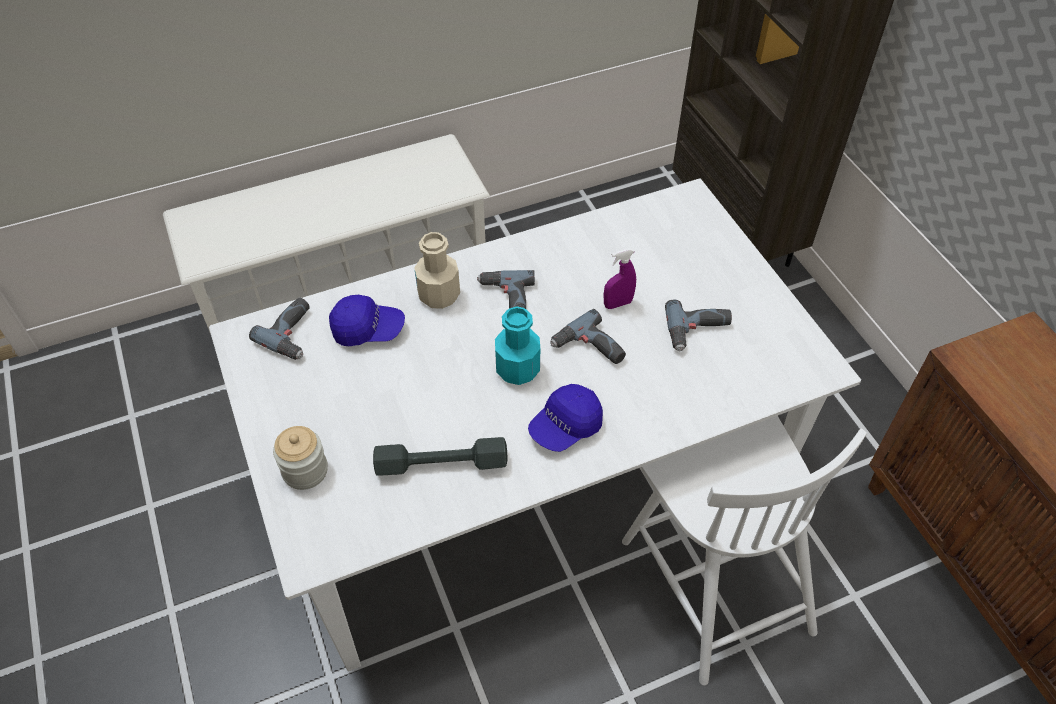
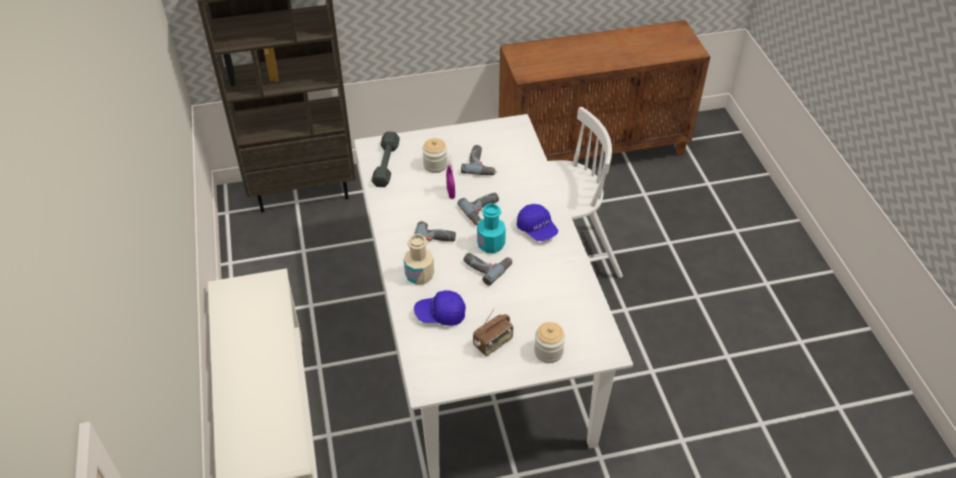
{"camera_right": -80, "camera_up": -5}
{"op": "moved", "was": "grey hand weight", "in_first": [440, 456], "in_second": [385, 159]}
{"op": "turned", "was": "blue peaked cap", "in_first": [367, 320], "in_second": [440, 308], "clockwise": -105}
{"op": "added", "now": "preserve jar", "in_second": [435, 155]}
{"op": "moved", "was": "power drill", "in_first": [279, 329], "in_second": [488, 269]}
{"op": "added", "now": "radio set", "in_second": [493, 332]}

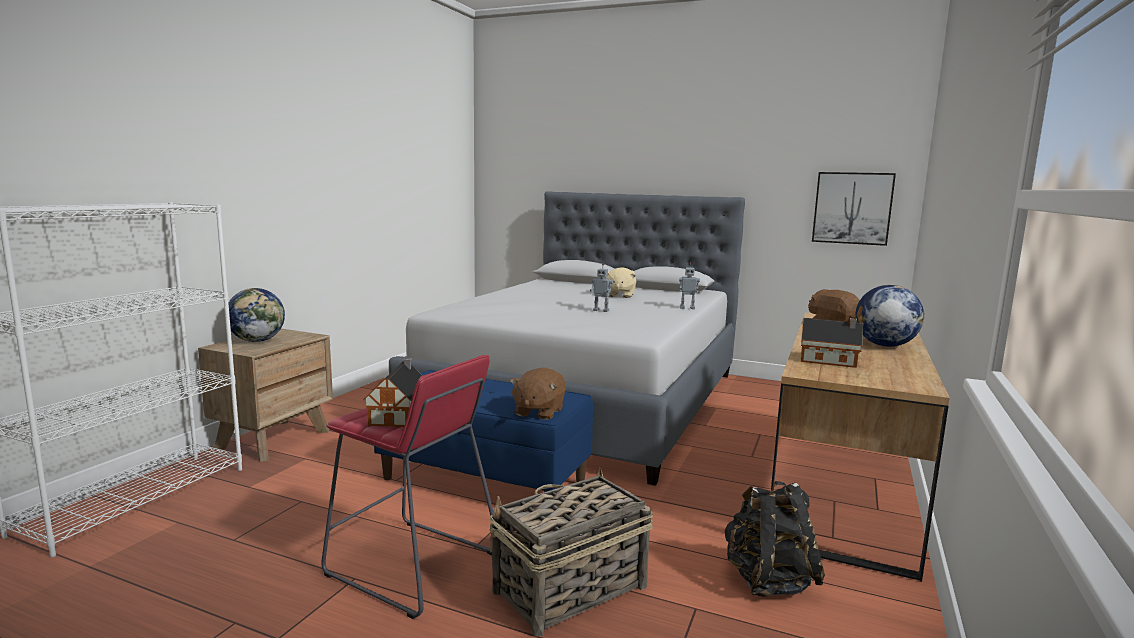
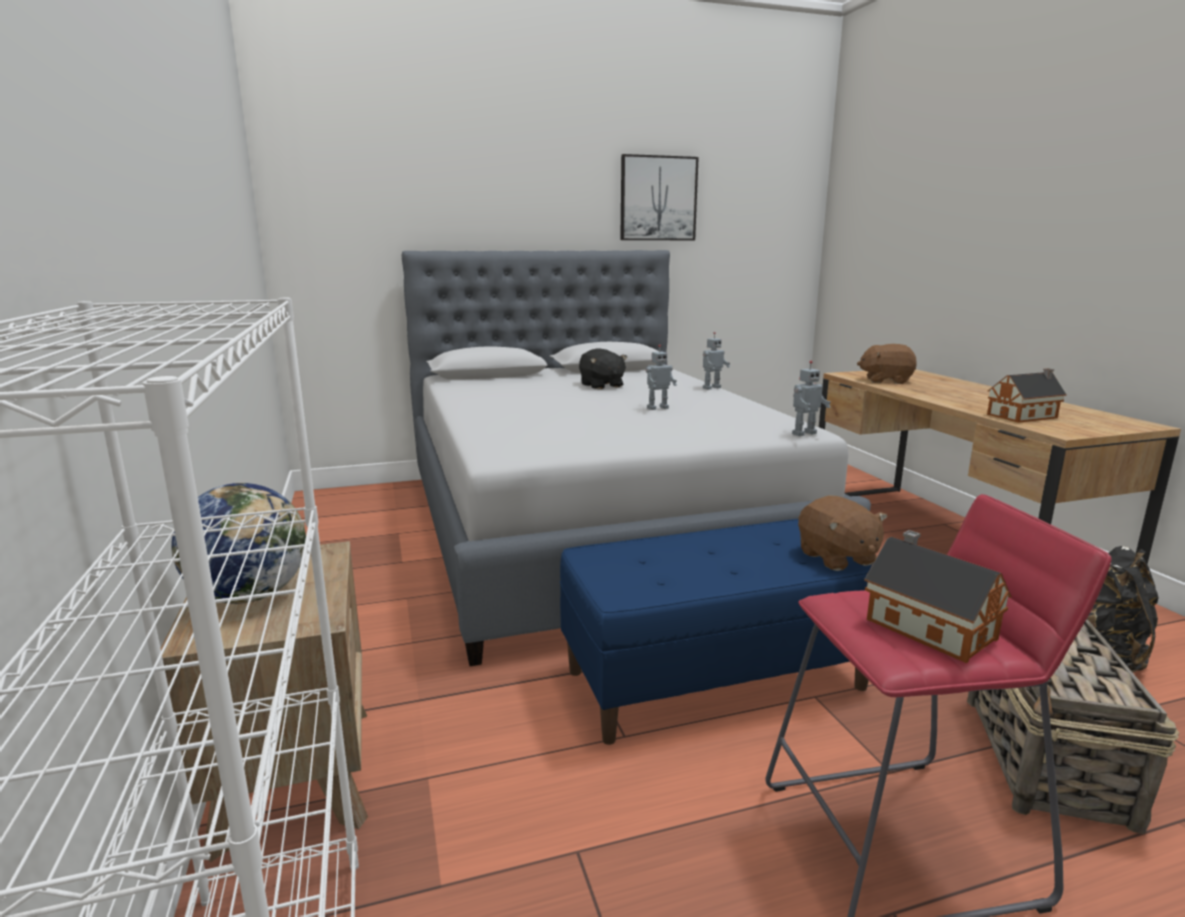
{"camera_right": -40, "camera_up": 5}
{"op": "recoloured", "was": "beige-coloured soft toy", "now": "black soft toy", "in_first": [621, 282], "in_second": [603, 368]}
{"op": "moved", "was": "picture", "in_first": [854, 209], "in_second": [659, 197]}
{"op": "added", "now": "model robot", "in_second": [811, 398]}
{"op": "removed", "was": "globe", "in_first": [890, 316]}

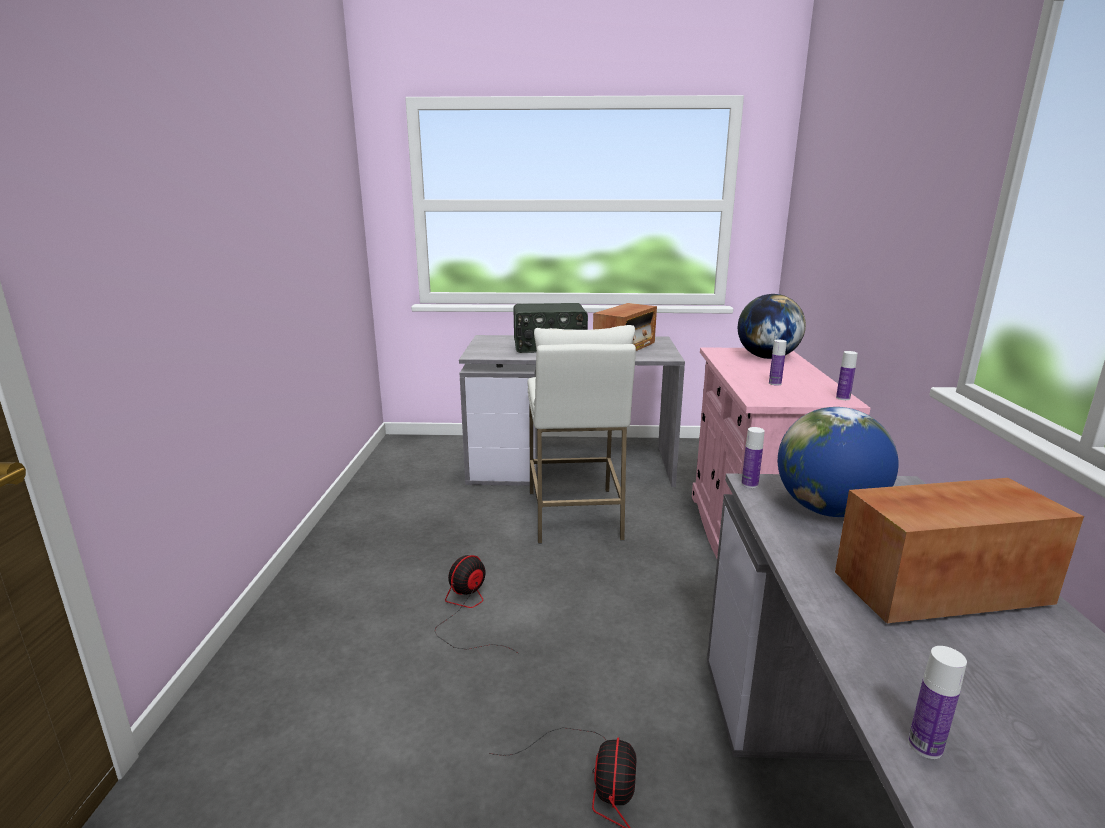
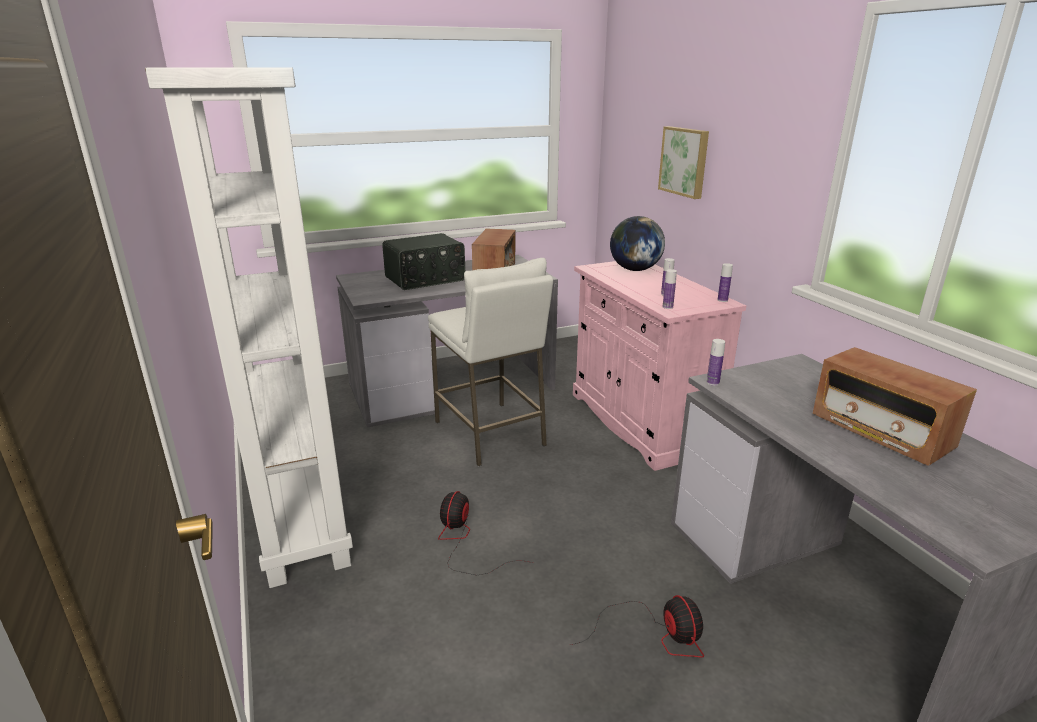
{"camera_right": -25, "camera_up": 5}
{"op": "added", "now": "white shelving unit", "in_second": [249, 327]}
{"op": "added", "now": "picture", "in_second": [683, 162]}
{"op": "moved", "was": "beverage bottle", "in_first": [937, 702], "in_second": [670, 289]}
{"op": "turned", "was": "radio set", "in_first": [959, 550], "in_second": [895, 406], "clockwise": -90}
{"op": "removed", "was": "globe", "in_first": [838, 462]}

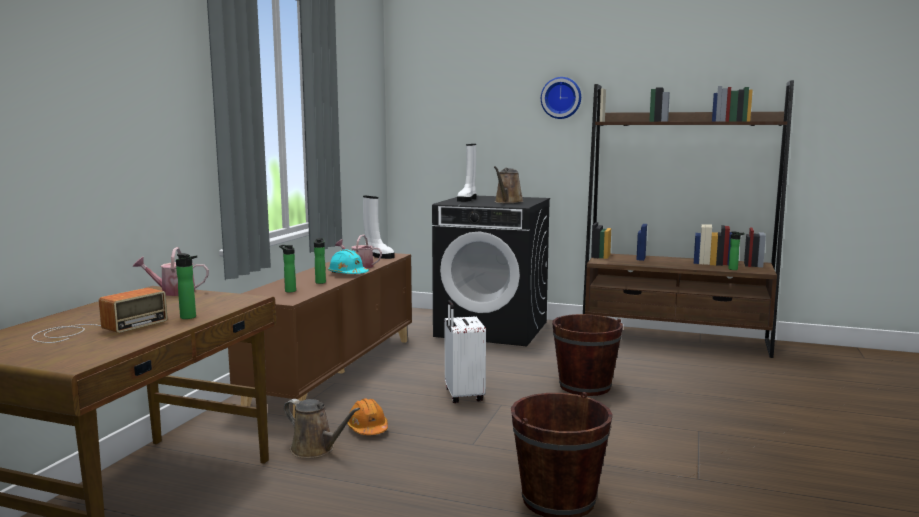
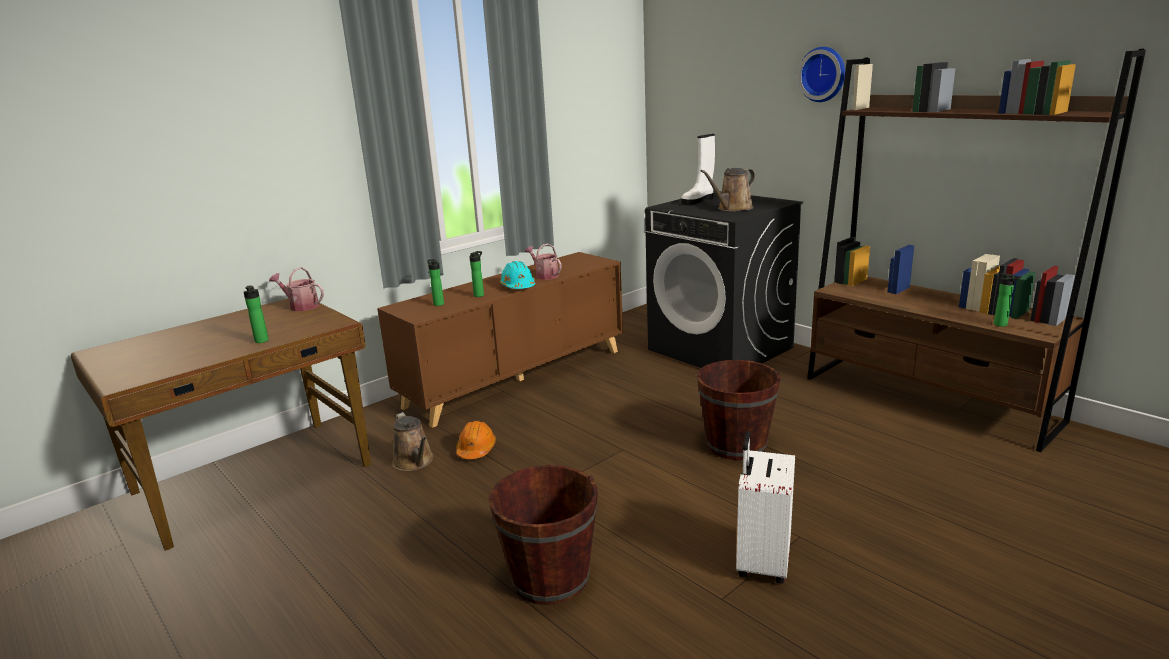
{"camera_right": 30, "camera_up": 10}
{"op": "moved", "was": "white travel case", "in_first": [465, 351], "in_second": [765, 507]}
{"op": "removed", "was": "radio set", "in_first": [99, 315]}
{"op": "removed", "was": "white boot", "in_first": [379, 227]}

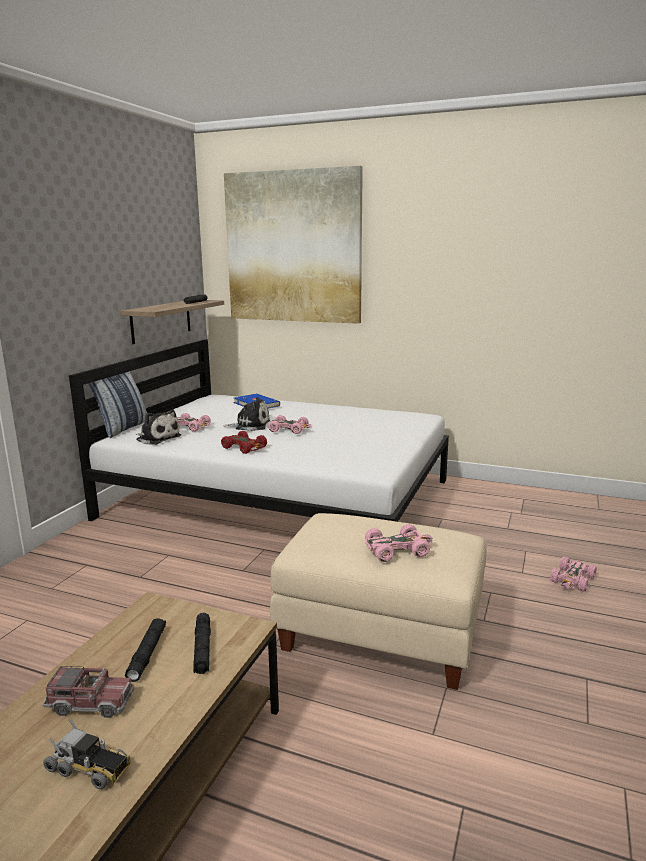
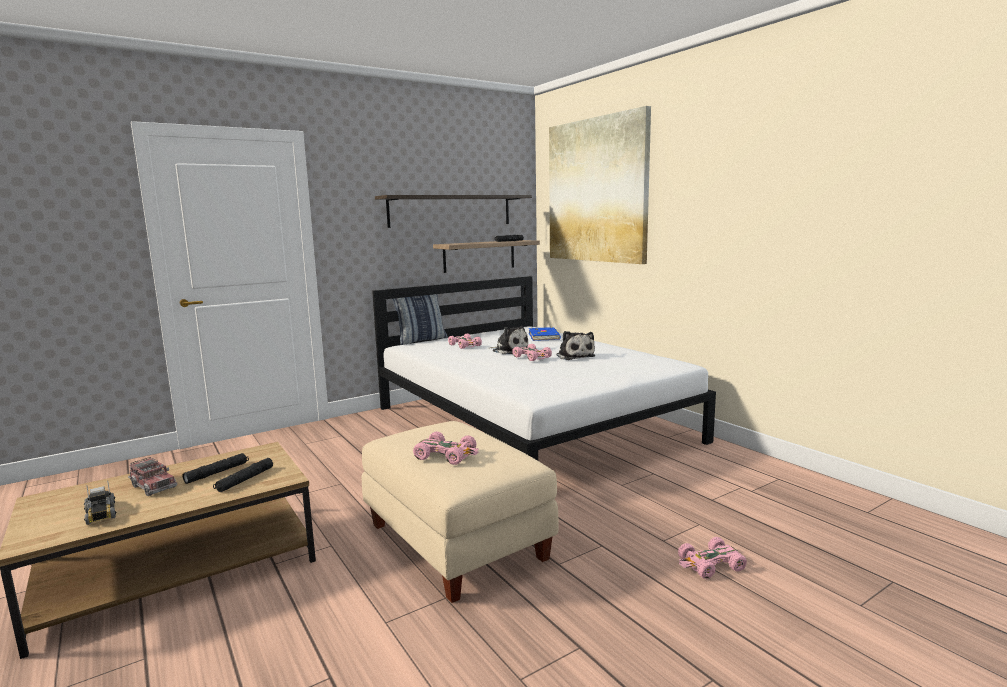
{"camera_right": 35, "camera_up": -5}
{"op": "added", "now": "wall shelf", "in_second": [453, 211]}
{"op": "moved", "was": "soft toy", "in_first": [158, 427], "in_second": [575, 345]}
{"op": "removed", "was": "red model car", "in_first": [244, 442]}

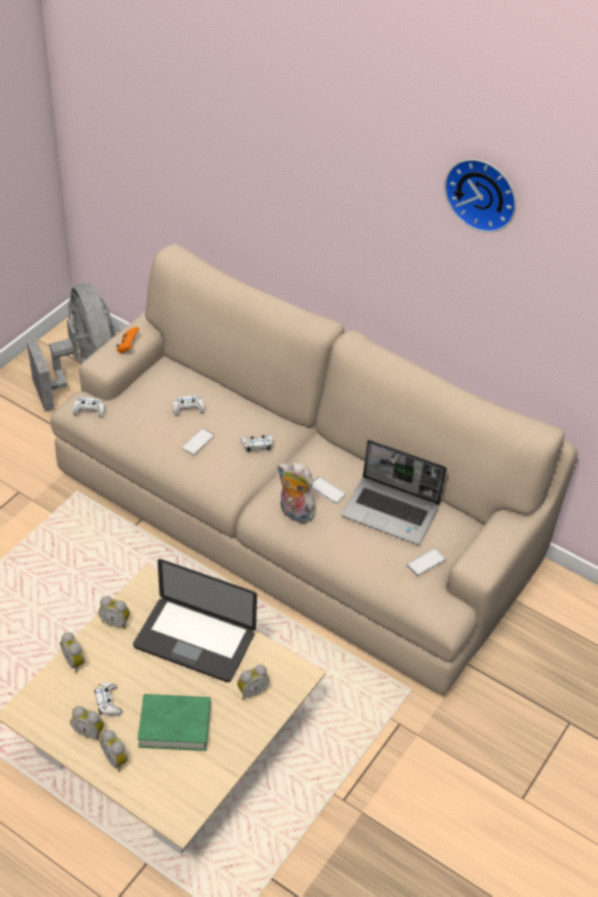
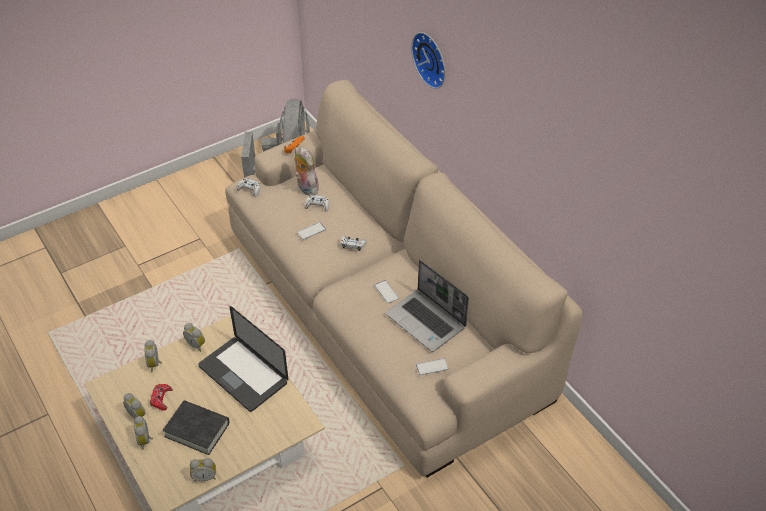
{"camera_right": 25, "camera_up": 0}
{"op": "recoloured", "was": "white gamepad", "now": "red gamepad", "in_first": [108, 699], "in_second": [161, 397]}
{"op": "recoloured", "was": "green-coloured volume", "now": "black volume", "in_first": [174, 722], "in_second": [196, 427]}
{"op": "moved", "was": "bedside clock", "in_first": [253, 682], "in_second": [203, 470]}
{"op": "moved", "was": "soft toy", "in_first": [296, 492], "in_second": [307, 171]}
{"op": "moved", "was": "hanging clock", "in_first": [480, 196], "in_second": [428, 60]}

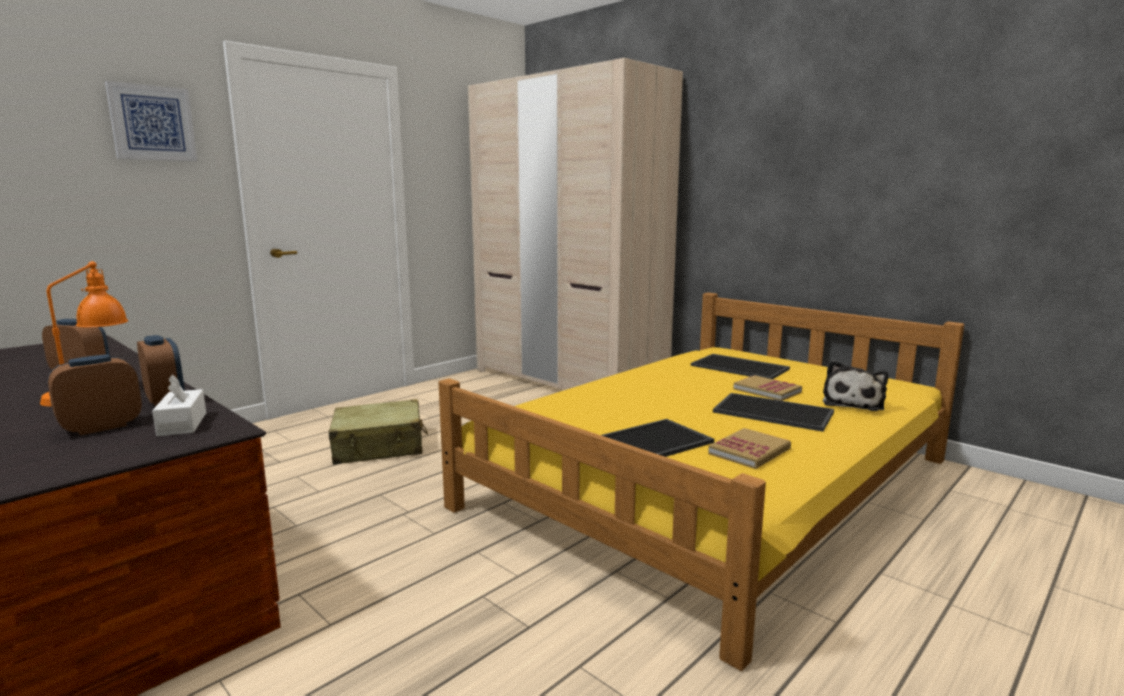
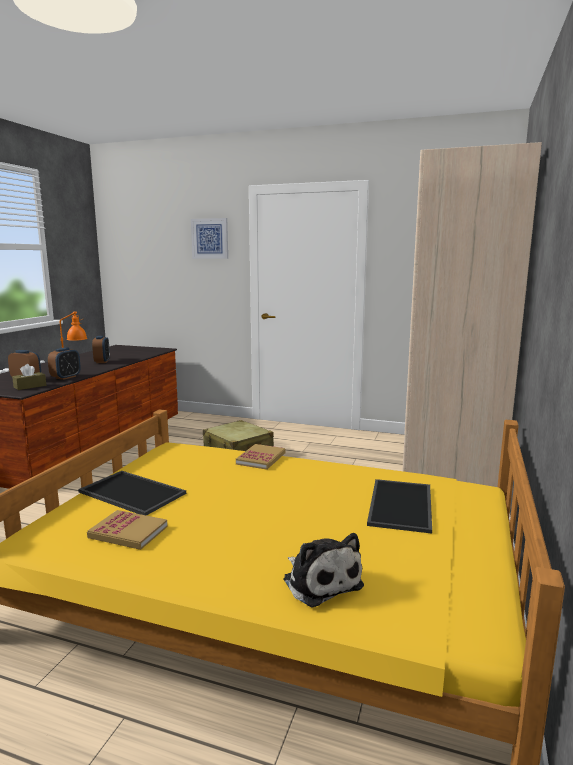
{"camera_right": 65, "camera_up": 0}
{"op": "recoloured", "was": "white tissue holder", "now": "brownish tissue holder", "in_first": [179, 405], "in_second": [29, 377]}
{"op": "moved", "was": "volume", "in_first": [767, 388], "in_second": [261, 457]}
{"op": "turned", "was": "soft toy", "in_first": [855, 385], "in_second": [323, 570], "clockwise": -120}
{"op": "removed", "was": "serving tray", "in_first": [773, 412]}

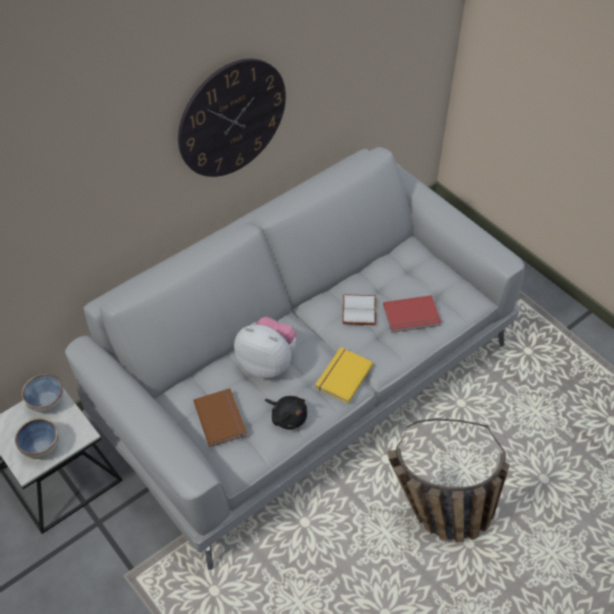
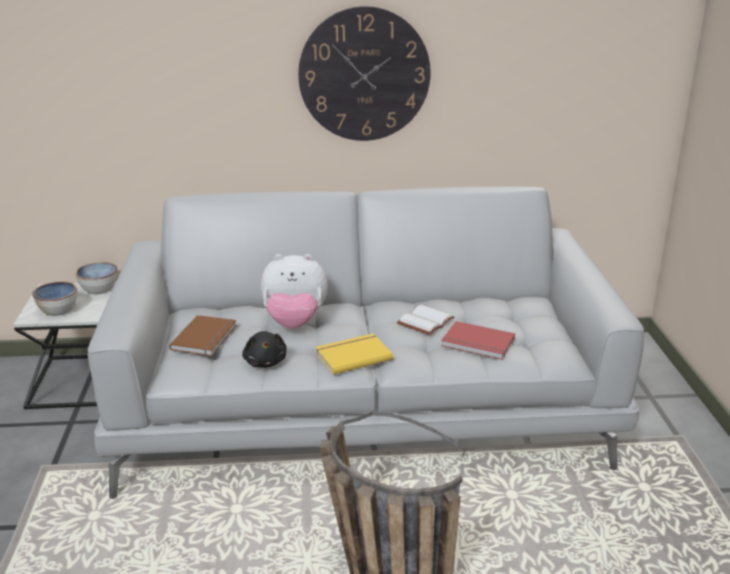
{"camera_right": 35, "camera_up": -25}
{"op": "turned", "was": "soft toy", "in_first": [265, 347], "in_second": [294, 291], "clockwise": 120}

